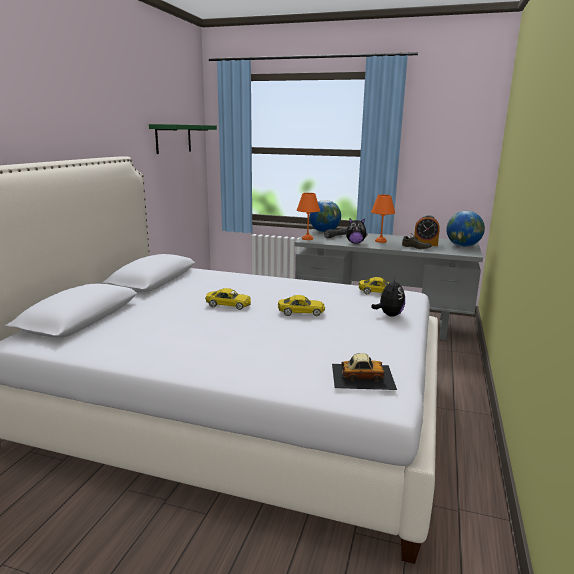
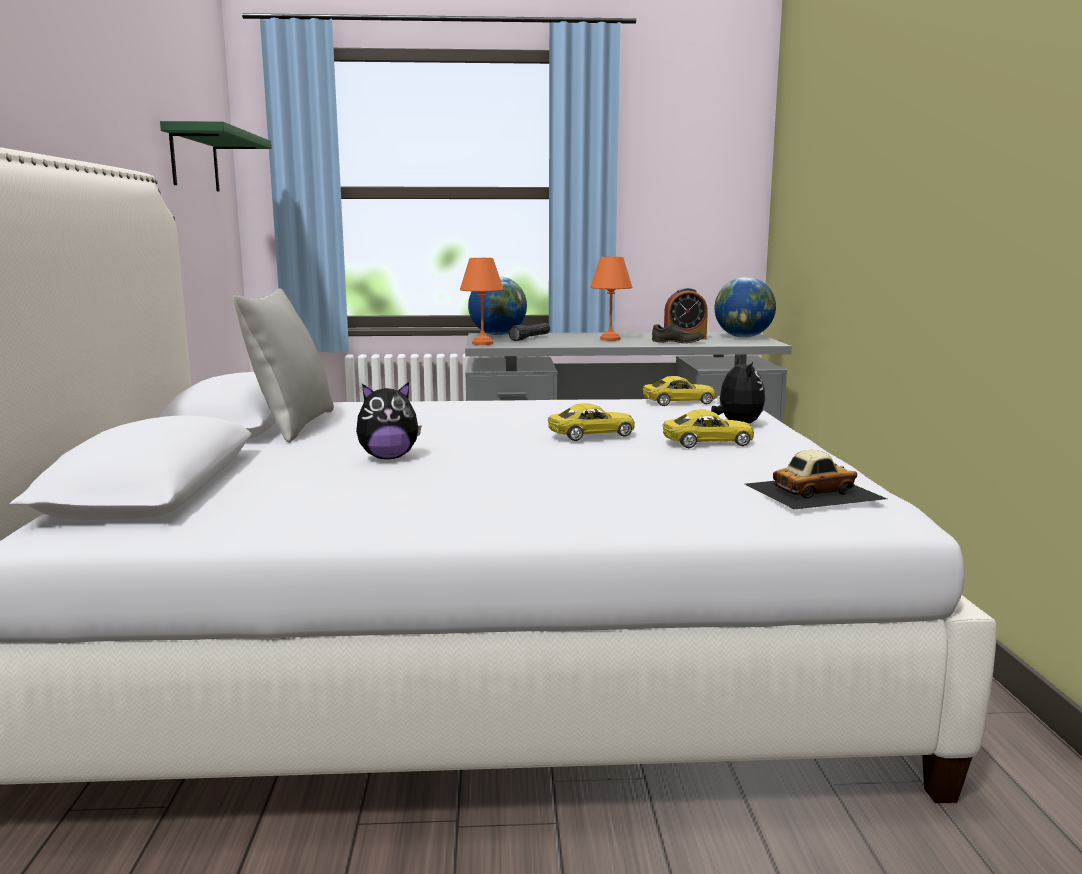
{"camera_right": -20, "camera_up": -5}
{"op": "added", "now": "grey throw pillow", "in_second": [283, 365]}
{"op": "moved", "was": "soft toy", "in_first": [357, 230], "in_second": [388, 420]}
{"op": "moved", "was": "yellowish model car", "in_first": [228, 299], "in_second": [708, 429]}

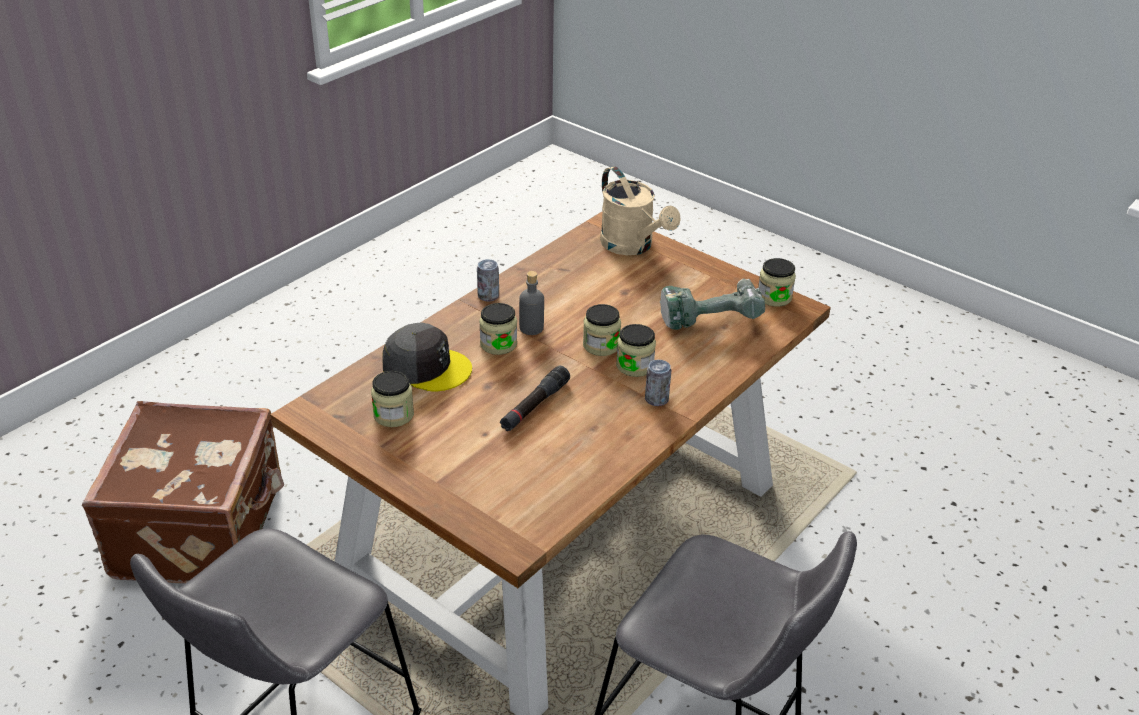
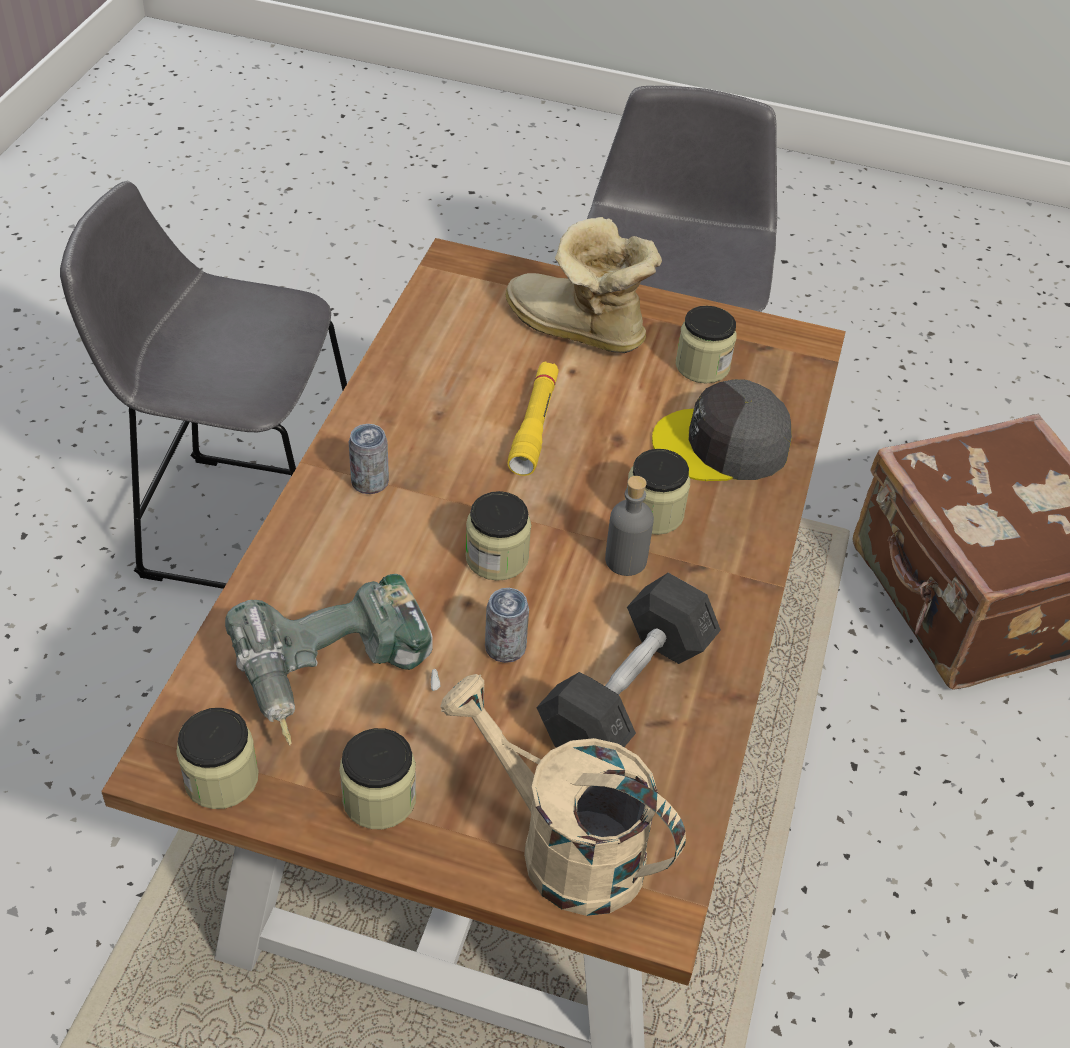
{"camera_right": 155, "camera_up": 10}
{"op": "moved", "was": "preserve jar", "in_first": [636, 350], "in_second": [378, 778]}
{"op": "moved", "was": "sealed can", "in_first": [488, 280], "in_second": [507, 625]}
{"op": "added", "now": "boot", "in_second": [584, 285]}
{"op": "recoloured", "was": "black hand torch", "now": "yellowish hand torch", "in_first": [535, 398], "in_second": [533, 419]}
{"op": "added", "now": "grey hand weight", "in_second": [628, 660]}

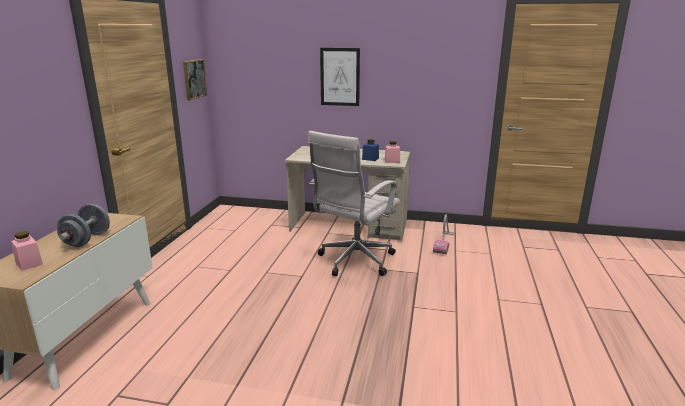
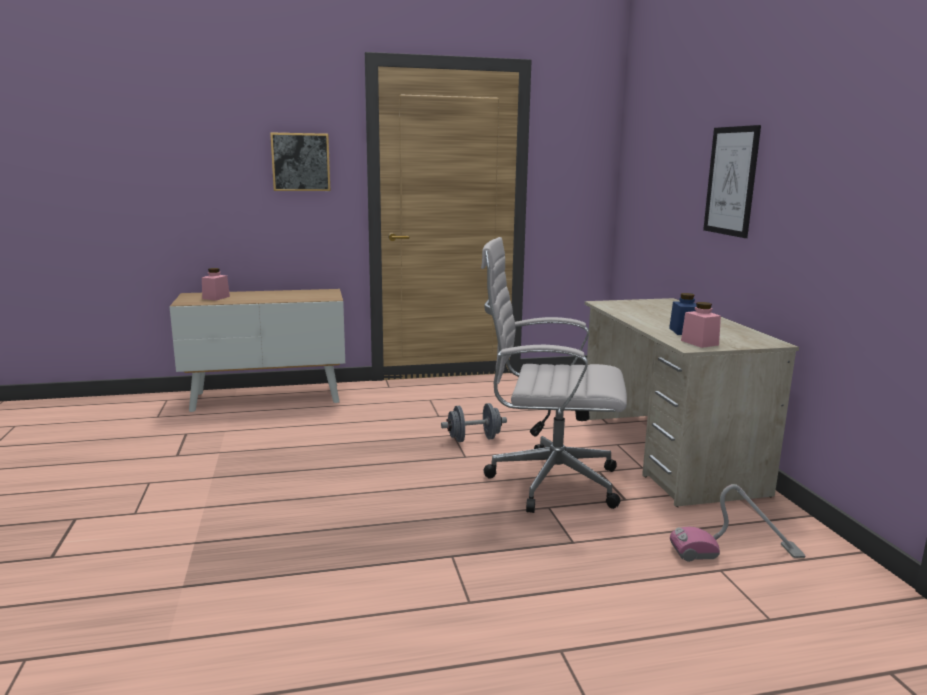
{"camera_right": 65, "camera_up": -5}
{"op": "moved", "was": "picture", "in_first": [195, 79], "in_second": [300, 161]}
{"op": "moved", "was": "grey hand weight", "in_first": [83, 225], "in_second": [474, 422]}

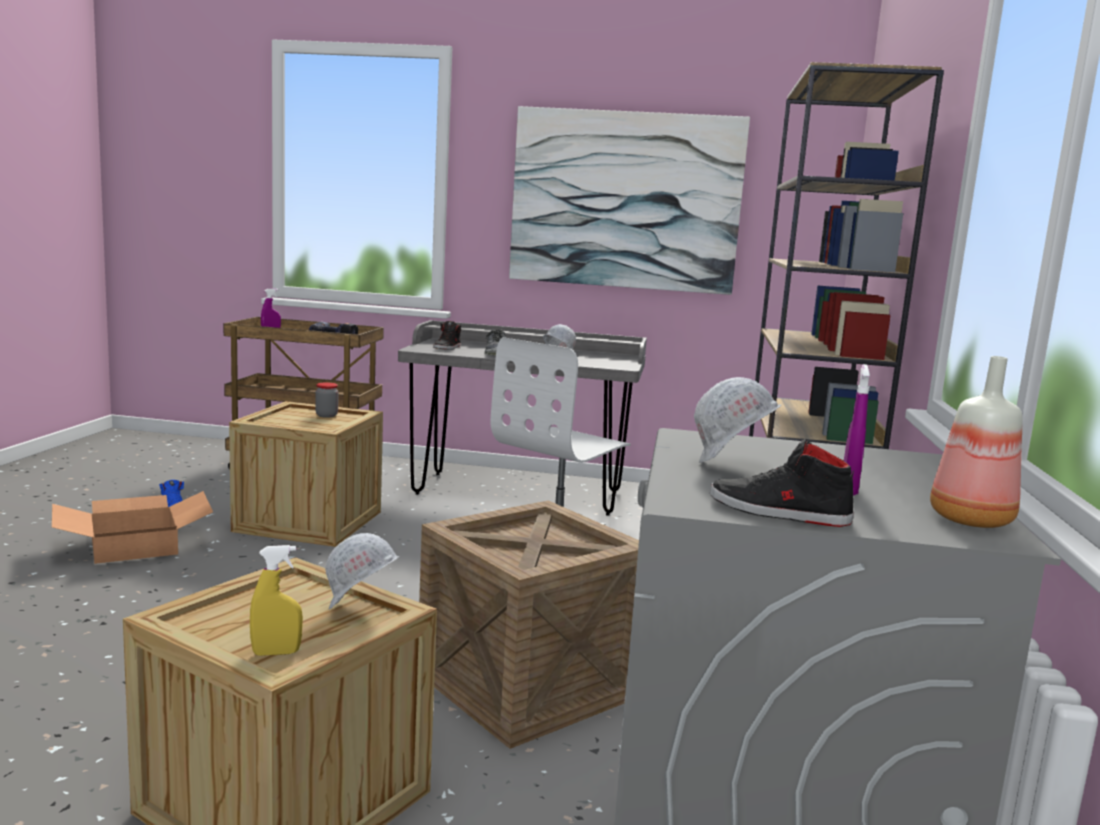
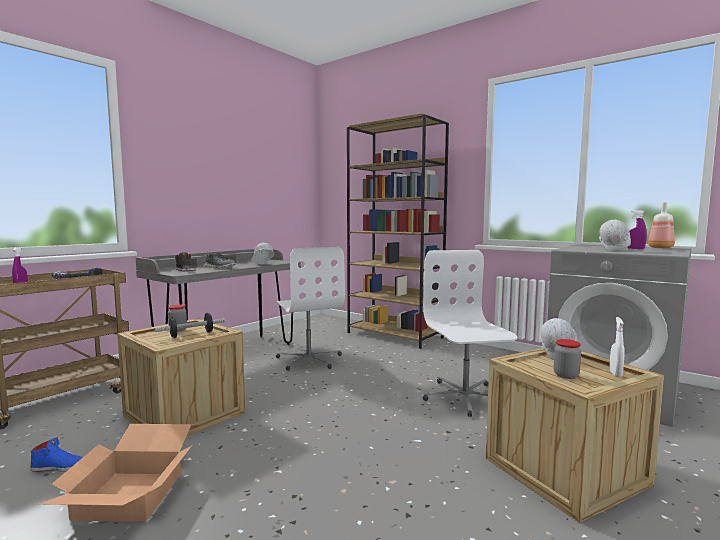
{"camera_right": -60, "camera_up": -5}
{"op": "added", "now": "hand weight", "in_second": [190, 325]}
{"op": "replaced", "was": "packing crate", "now": "white desk chair", "in_first": [529, 625], "in_second": [470, 333]}
{"op": "added", "now": "preserve jar", "in_second": [567, 359]}
{"op": "recoloured", "was": "yellowish spray bottle", "now": "white spray bottle", "in_first": [276, 600], "in_second": [617, 347]}
{"op": "removed", "was": "picture", "in_first": [629, 200]}
{"op": "removed", "was": "black shoe", "in_first": [782, 482]}

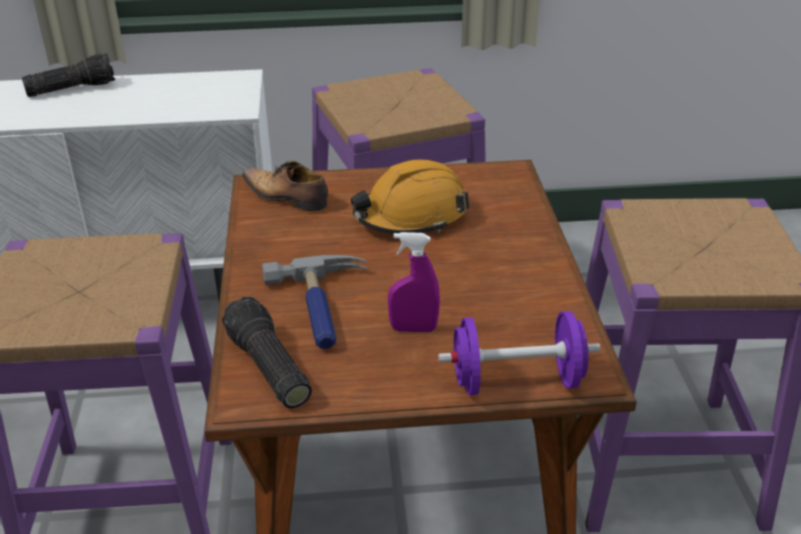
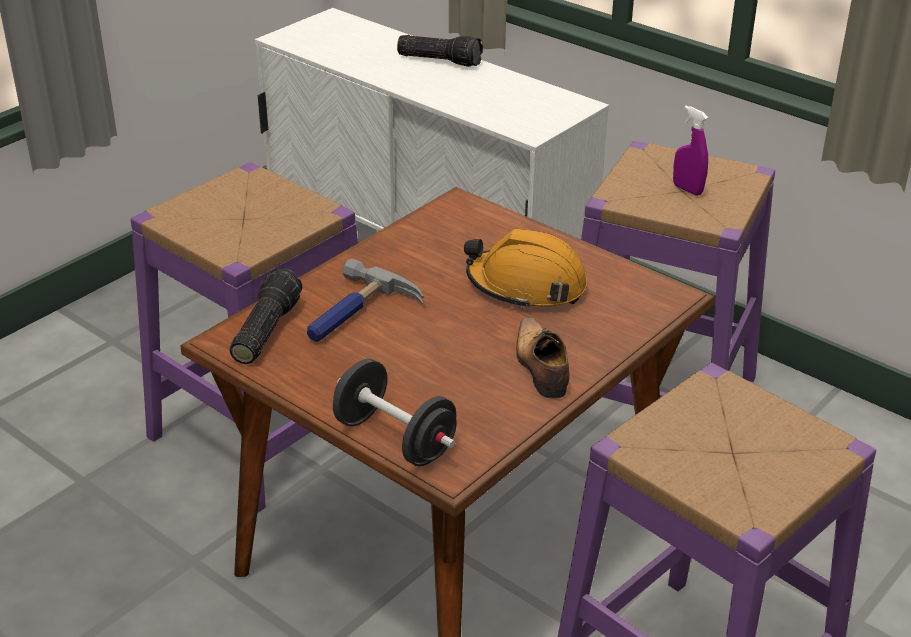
{"camera_right": 45, "camera_up": 0}
{"op": "recoloured", "was": "purple hand weight", "now": "black hand weight", "in_first": [519, 353], "in_second": [395, 413]}
{"op": "moved", "was": "shoe", "in_first": [285, 186], "in_second": [543, 358]}
{"op": "moved", "was": "purple spray bottle", "in_first": [414, 282], "in_second": [690, 150]}

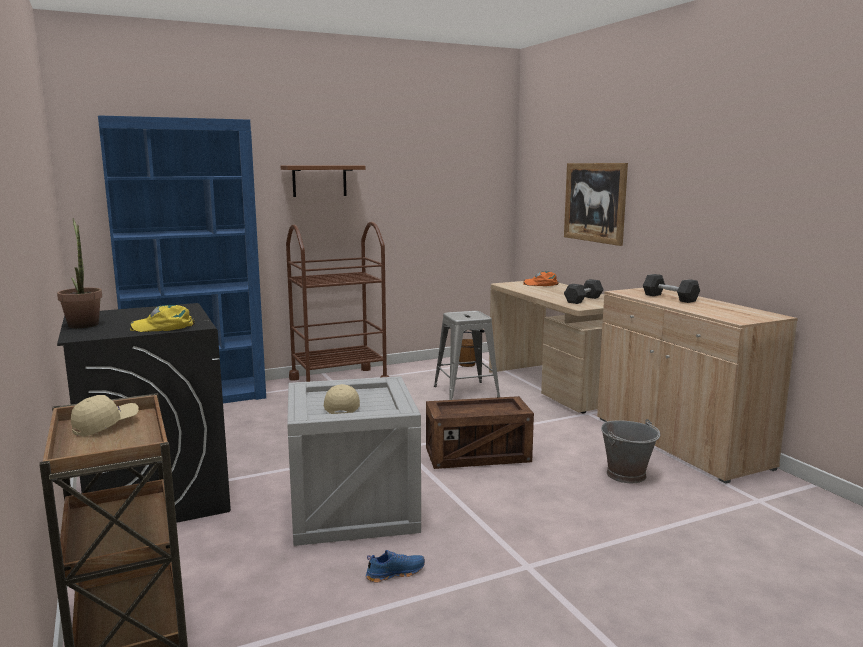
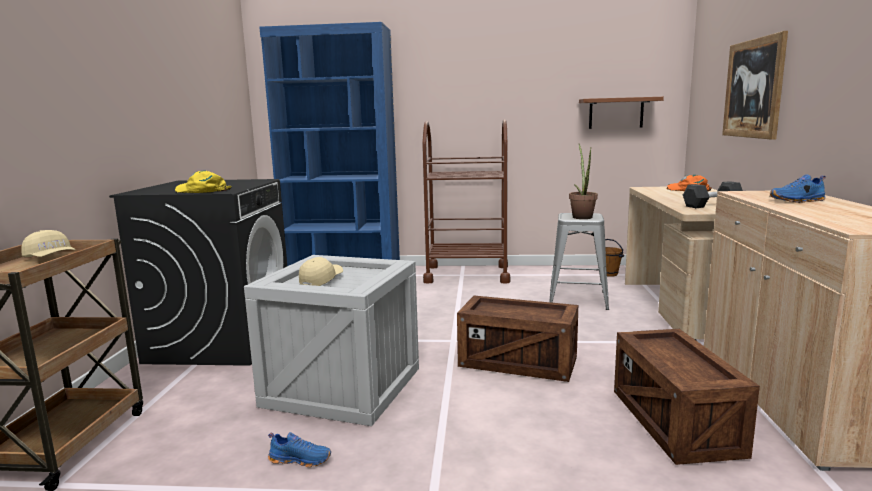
{"camera_right": 30, "camera_up": 0}
{"op": "turned", "was": "beige-coloured peaked cap", "in_first": [105, 416], "in_second": [48, 243], "clockwise": 60}
{"op": "moved", "was": "plant in a pot", "in_first": [79, 273], "in_second": [583, 181]}
{"op": "moved", "was": "brownish wall shelf", "in_first": [323, 181], "in_second": [621, 113]}
{"op": "replaced", "was": "grey bucket", "now": "packing crate", "in_first": [631, 451], "in_second": [687, 397]}
{"op": "replaced", "was": "grey hand weight", "now": "blue shoe", "in_first": [671, 288], "in_second": [798, 188]}

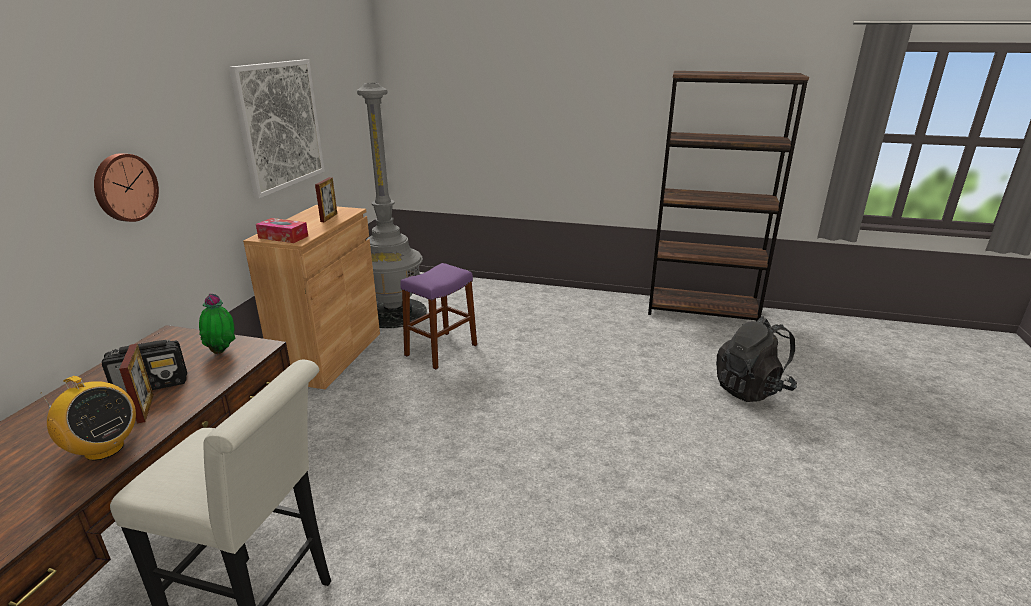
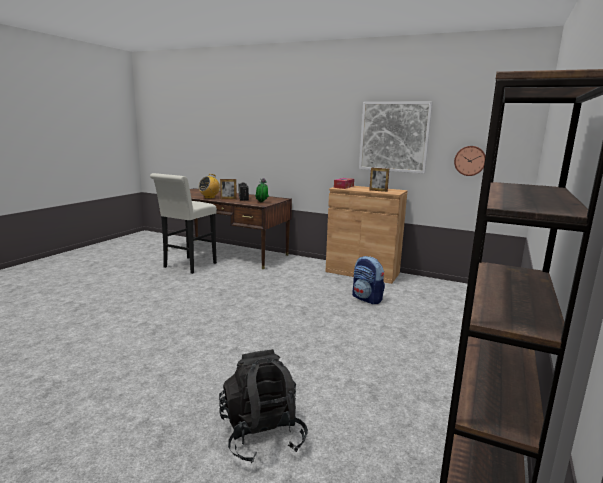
{"camera_right": 100, "camera_up": -10}
{"op": "replaced", "was": "purple stool seat", "now": "backpack", "in_first": [438, 316], "in_second": [368, 280]}
{"op": "moved", "was": "hanging clock", "in_first": [126, 187], "in_second": [470, 161]}
{"op": "removed", "was": "grey standing lamp", "in_first": [392, 205]}

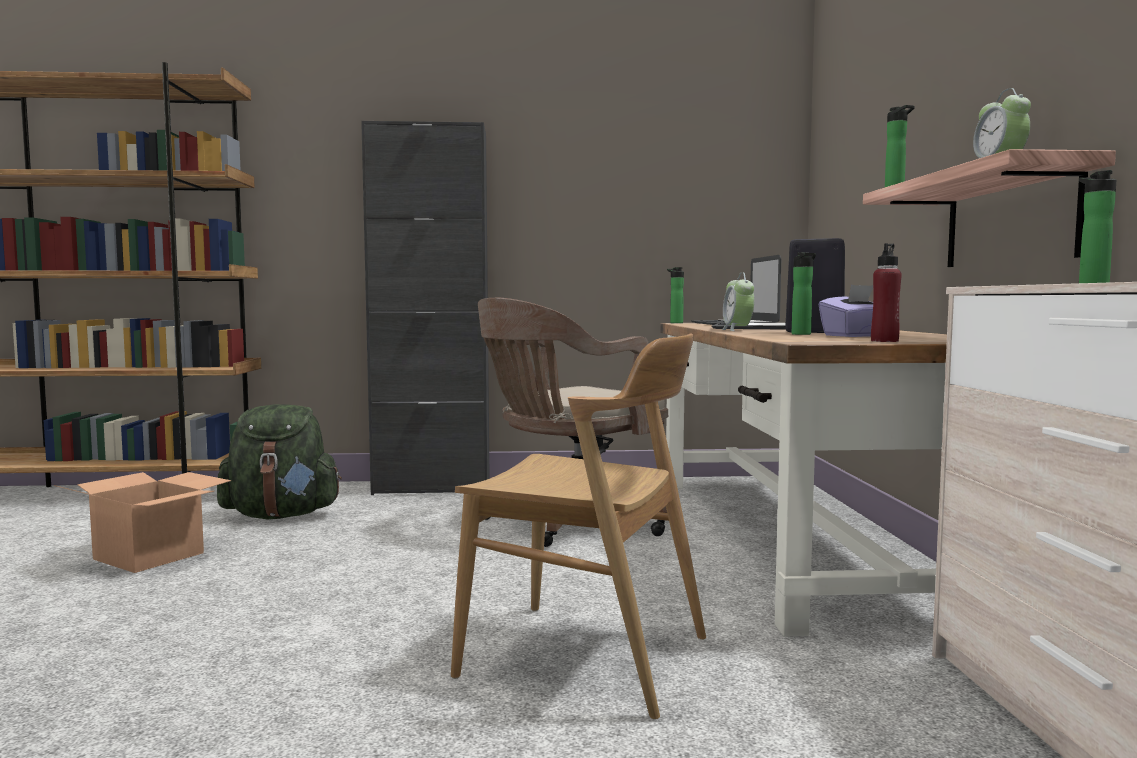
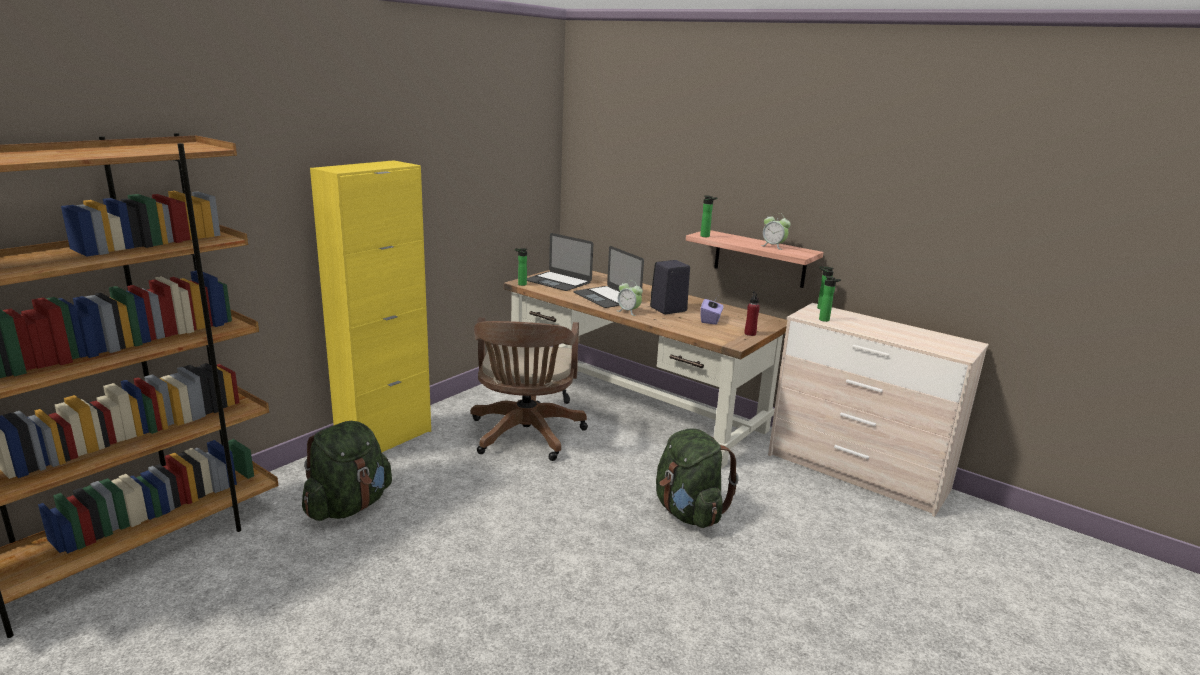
{"camera_right": -50, "camera_up": 15}
{"op": "recoloured", "was": "black cupboard", "now": "yellowish cupboard", "in_first": [425, 308], "in_second": [370, 306]}
{"op": "replaced", "was": "brownish chair", "now": "green-coloured backpack", "in_first": [578, 526], "in_second": [697, 478]}
{"op": "moved", "was": "beverage bottle", "in_first": [804, 293], "in_second": [830, 299]}
{"op": "removed", "was": "cardboard box", "in_first": [142, 522]}

